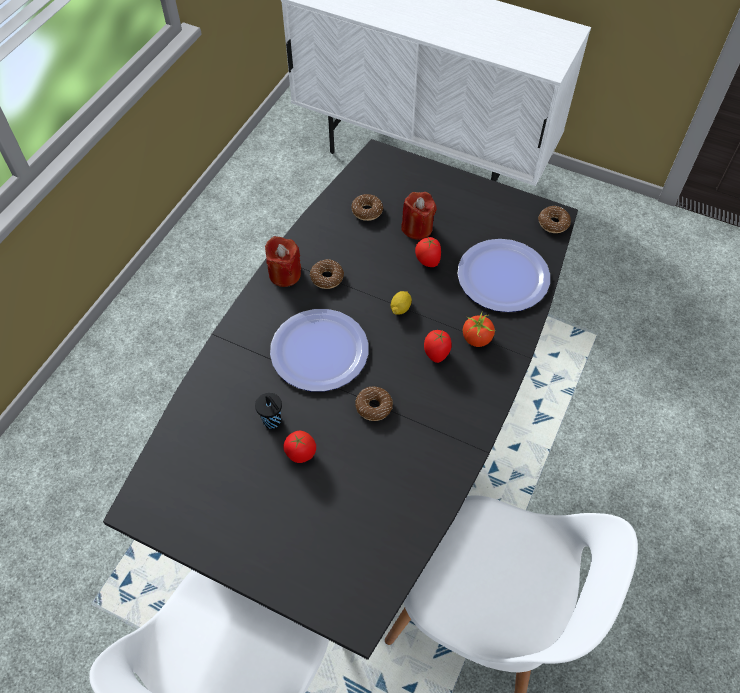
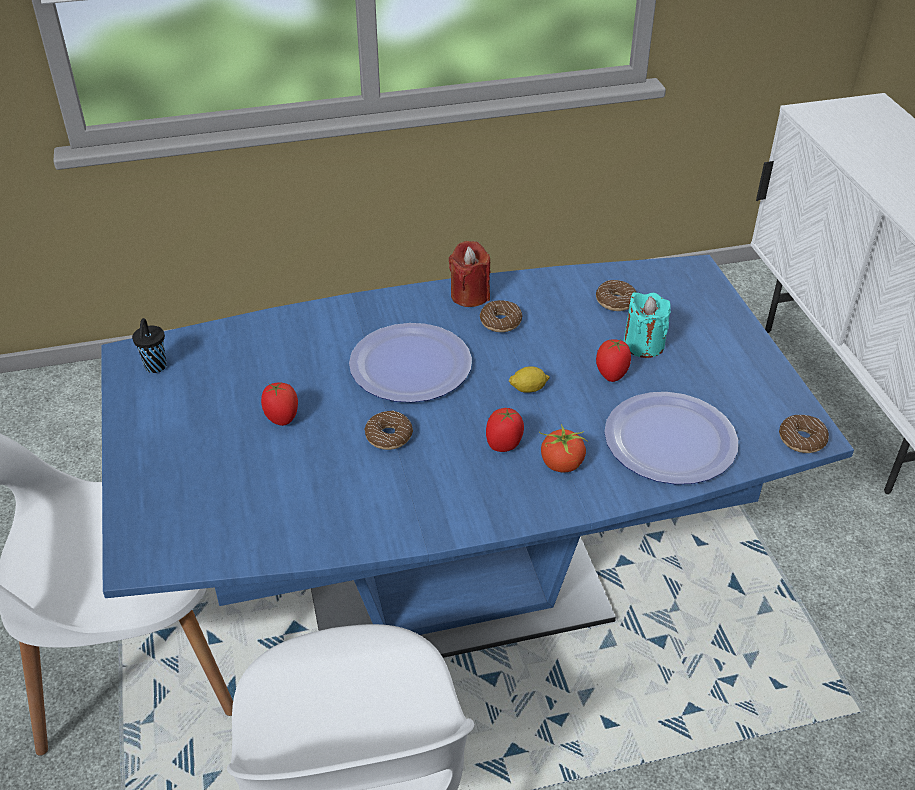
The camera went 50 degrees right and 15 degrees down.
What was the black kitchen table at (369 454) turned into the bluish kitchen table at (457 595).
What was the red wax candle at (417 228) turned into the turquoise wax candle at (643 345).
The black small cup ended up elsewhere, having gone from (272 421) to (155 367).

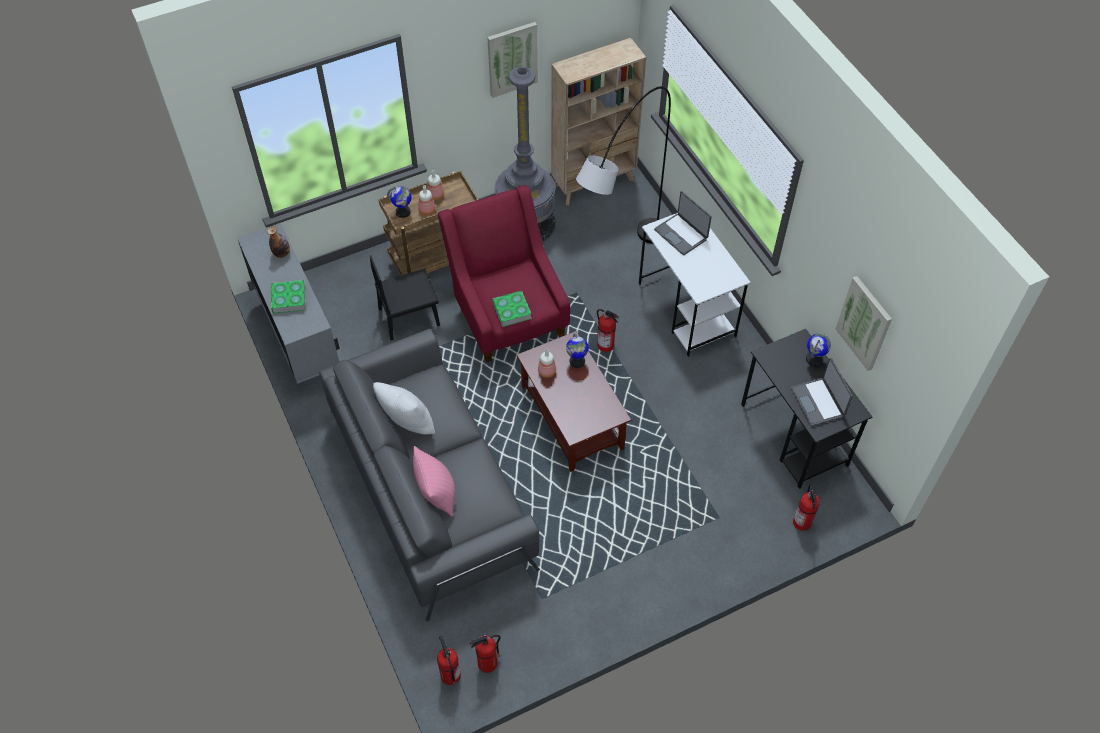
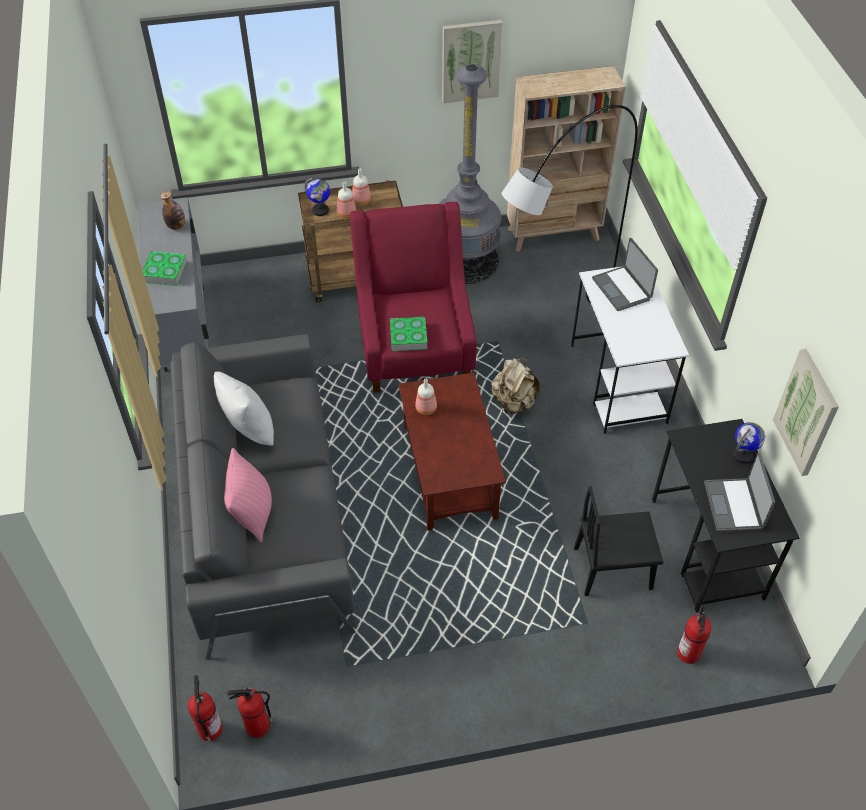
The camera went 15 degrees right and 5 degrees down.
The black chair ended up elsewhere, having gone from (409 317) to (613 568).
Where the fire-fighting cylinder stood at (606 345), the beige backpack came to stand at (513 403).
The second view lost the desk globe at (577 361).

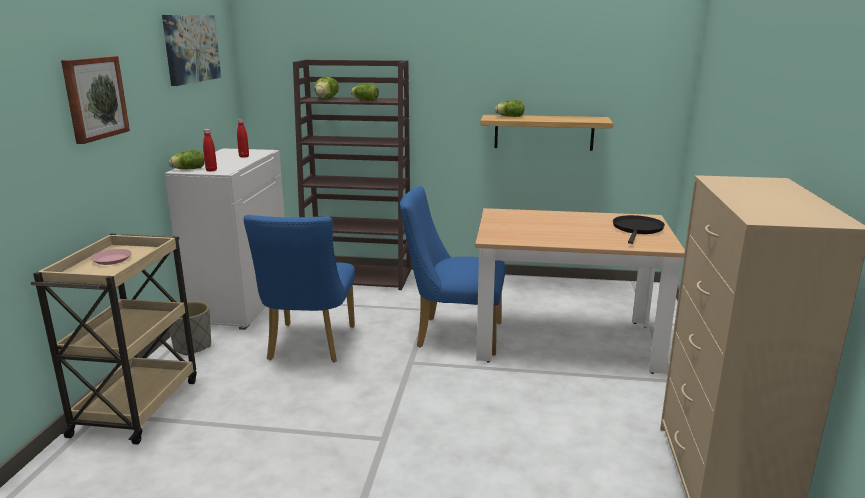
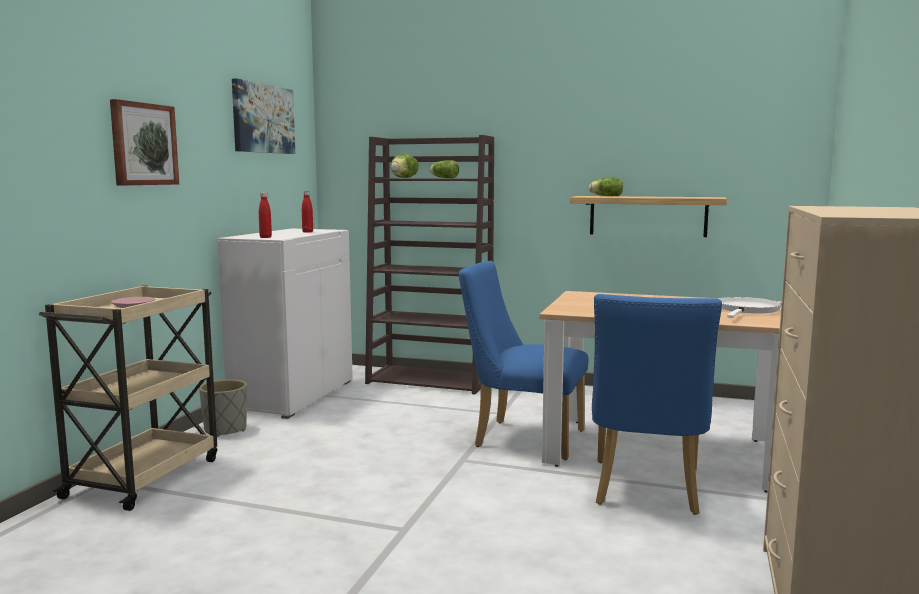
The camera went 10 degrees right and 10 degrees down.
The second view lost the head of lettuce at (187 169).
The bluish chair ended up elsewhere, having gone from (309 346) to (646 491).
What was the black frying pan at (637 229) turned into the white frying pan at (747 310).

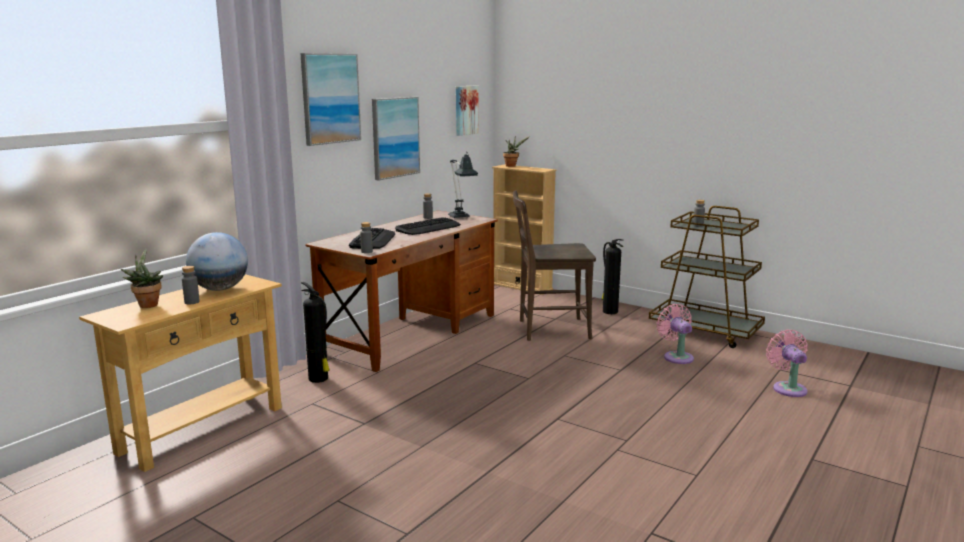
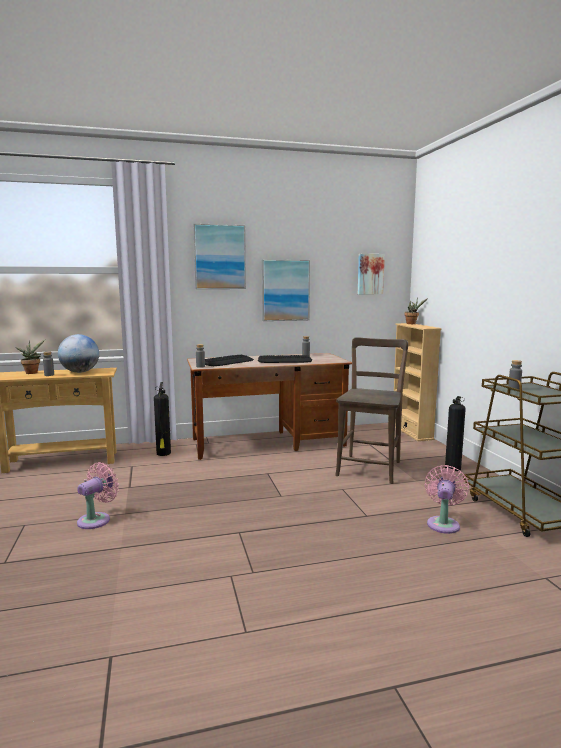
The camera went 40 degrees right and 5 degrees down.
The second view lost the table lamp at (460 217).
The brown chair at (549 329) ended up facing another way, 75 degrees clockwise from before.
The pinkish fan ended up elsewhere, having gone from (788 388) to (97 519).

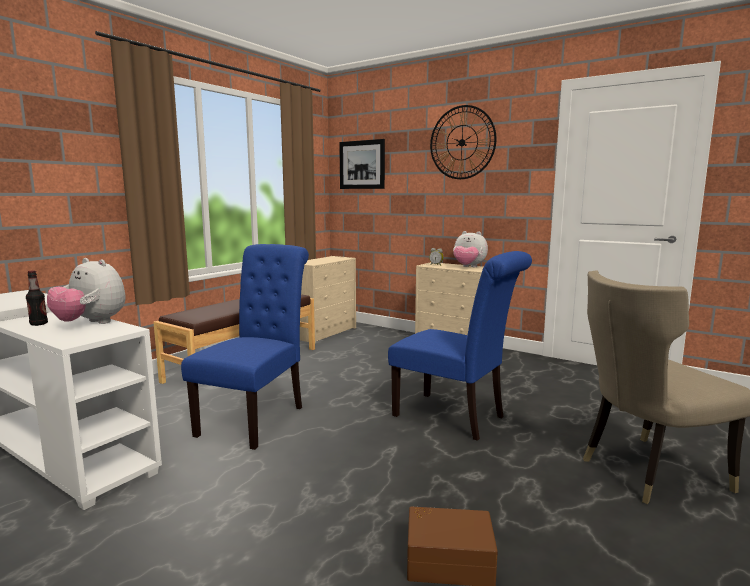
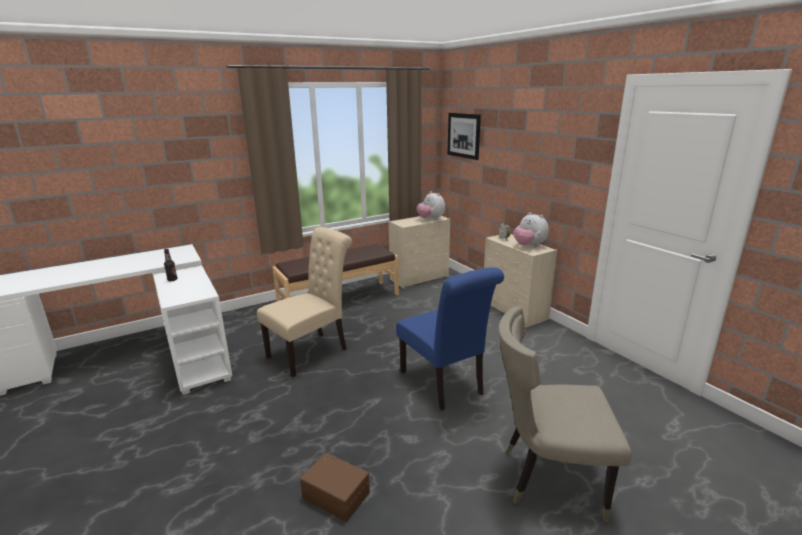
The camera went 25 degrees right and 10 degrees up.
The second view lost the wall clock at (462 142).
What was the bluish chair at (256 418) turned into the beige chair at (312 351).
The plush toy ended up elsewhere, having gone from (91 323) to (431 219).

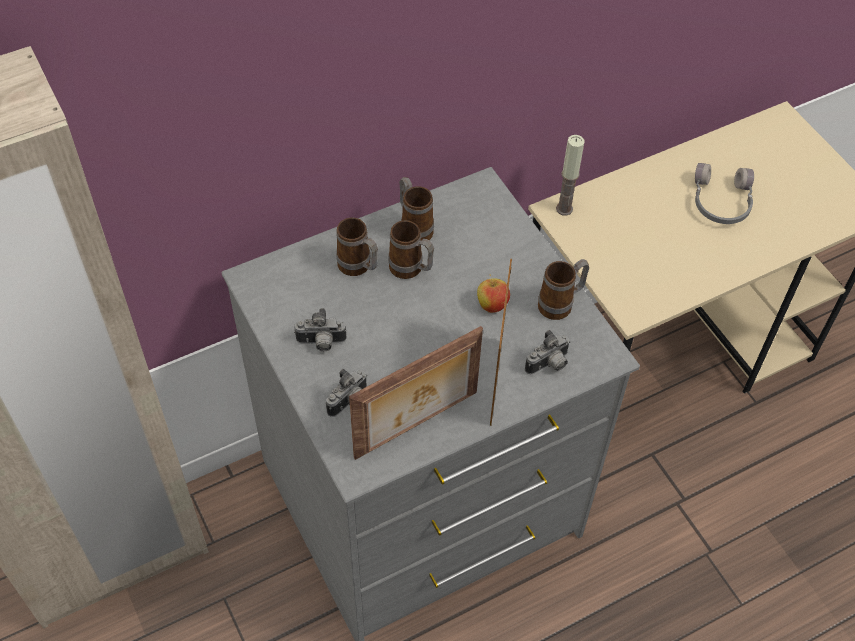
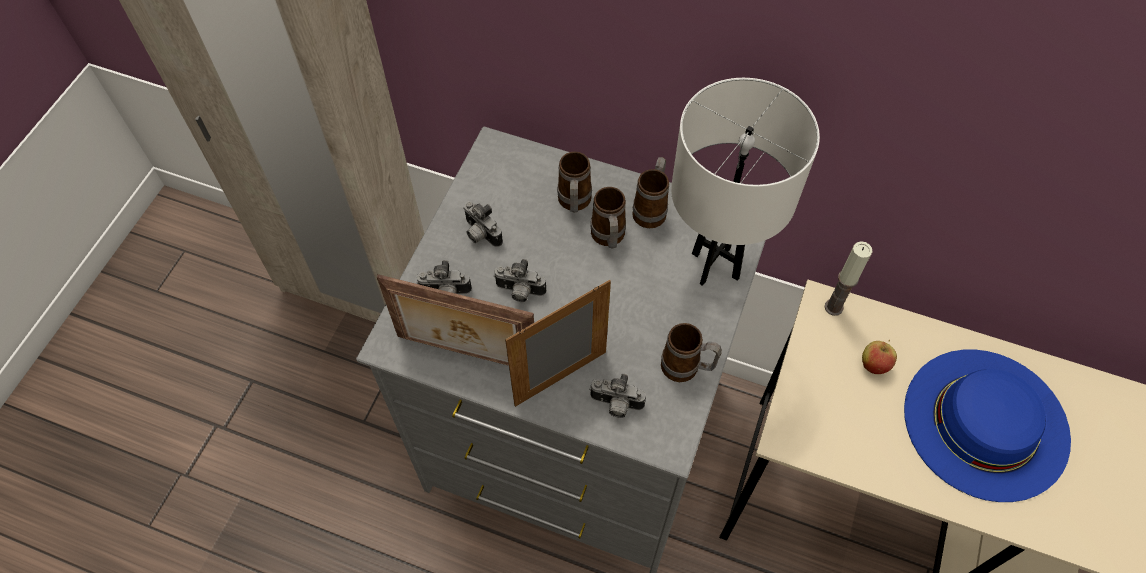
The camera went 50 degrees right and 5 degrees up.
Where the greyish pair of headphones stood at (720 202), the bluish wearable hat came to stand at (986 423).
The apple fruit ended up elsewhere, having gone from (492 305) to (874 365).
The second view gained the white table lamp at (715 265).
The second view gained the photo camera at (519 292).

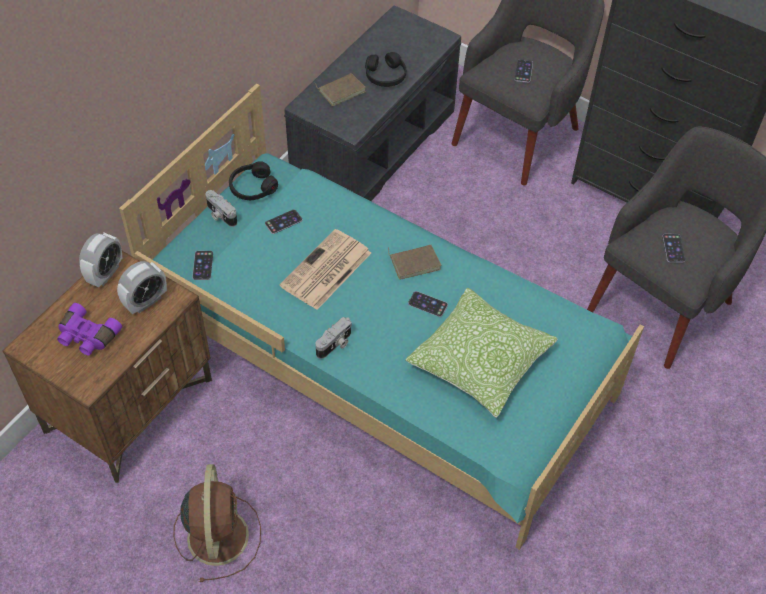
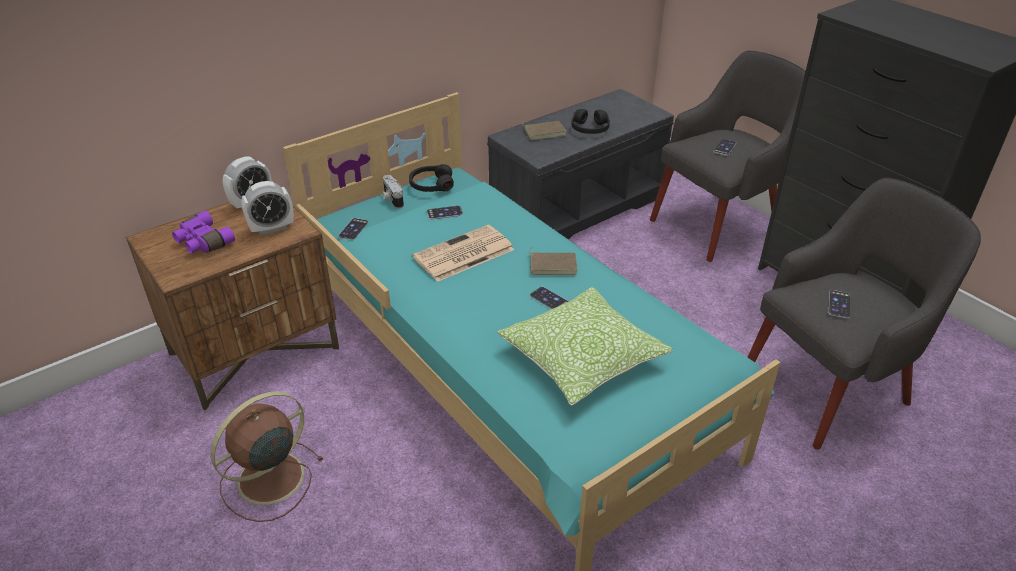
The camera went 20 degrees right and 15 degrees down.
The second view lost the photo camera at (335 344).
The brown fan at (218 534) ended up facing another way, 150 degrees counterclockwise from before.

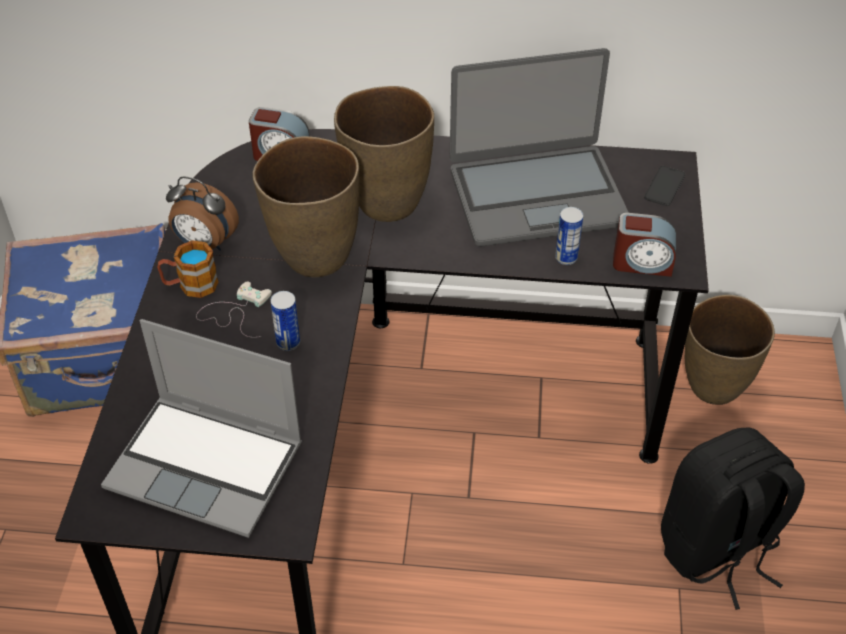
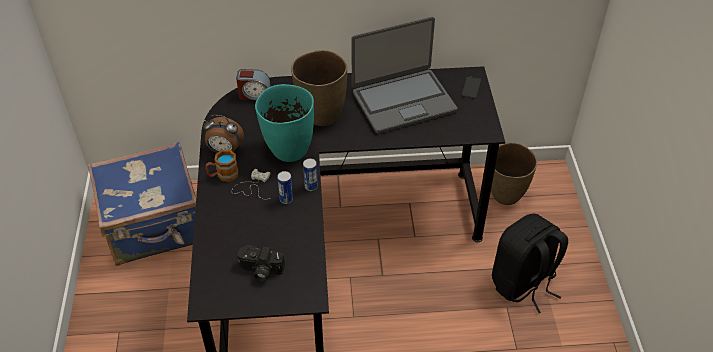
The camera went 10 degrees left and 0 degrees up.
What was the brown vase at (314 258) turned into the turquoise vase at (288 151).
The can ended up elsewhere, having gone from (566 258) to (311 186).
The second view lost the bedside clock at (642 262).
Where the laptop stood at (208 465), the photo camera came to stand at (260 270).

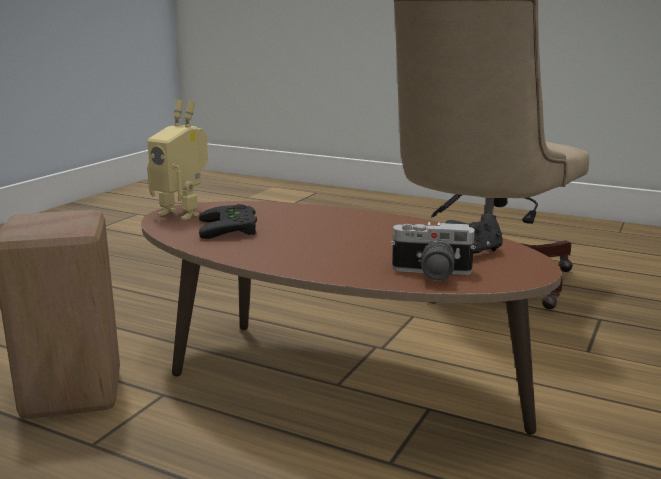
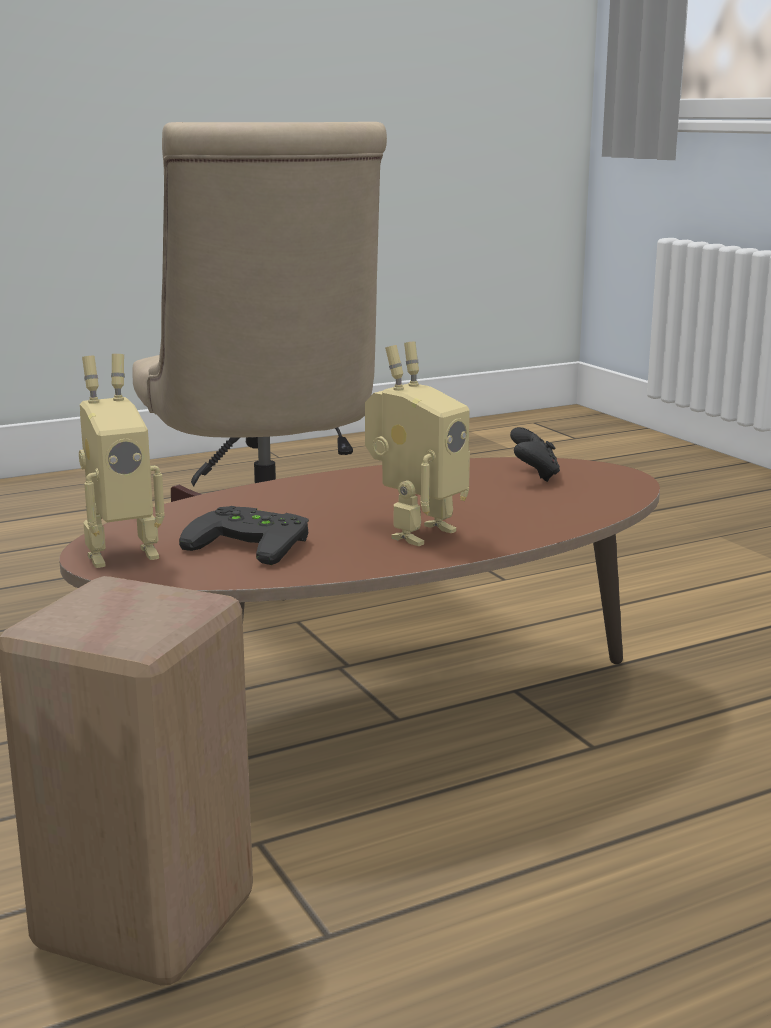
The camera went 55 degrees left and 0 degrees up.
The second view lost the photo camera at (431 274).
The second view gained the robot figure at (414 532).

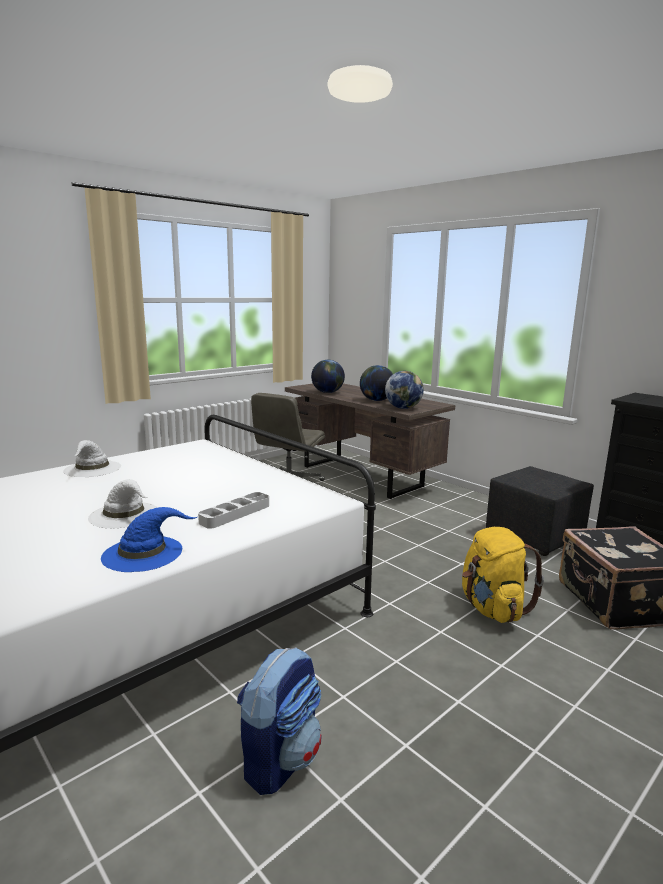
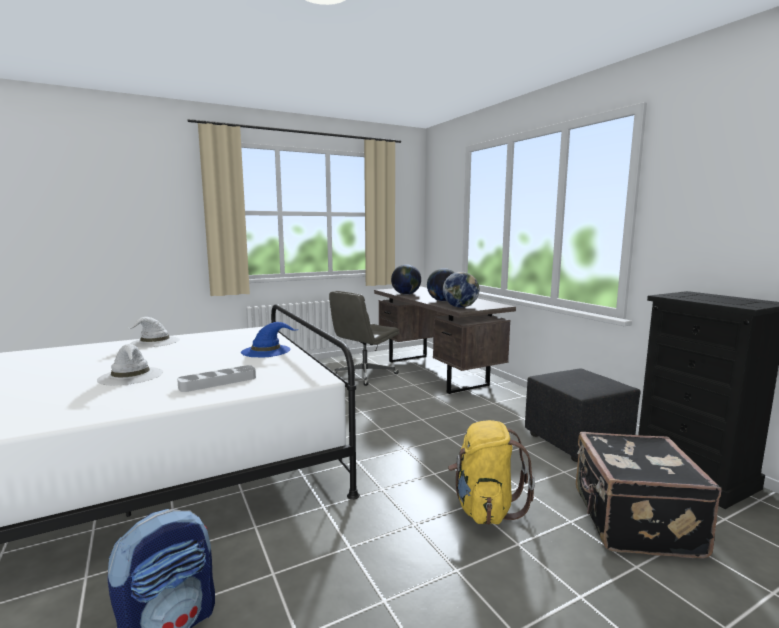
The camera went 15 degrees right and 5 degrees down.
The bluish wearable hat ended up elsewhere, having gone from (144 553) to (267 351).

